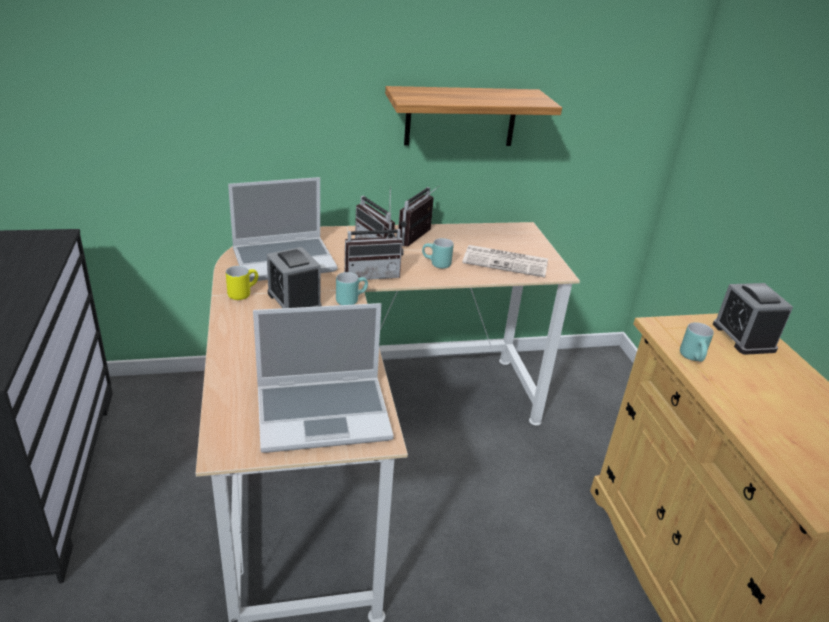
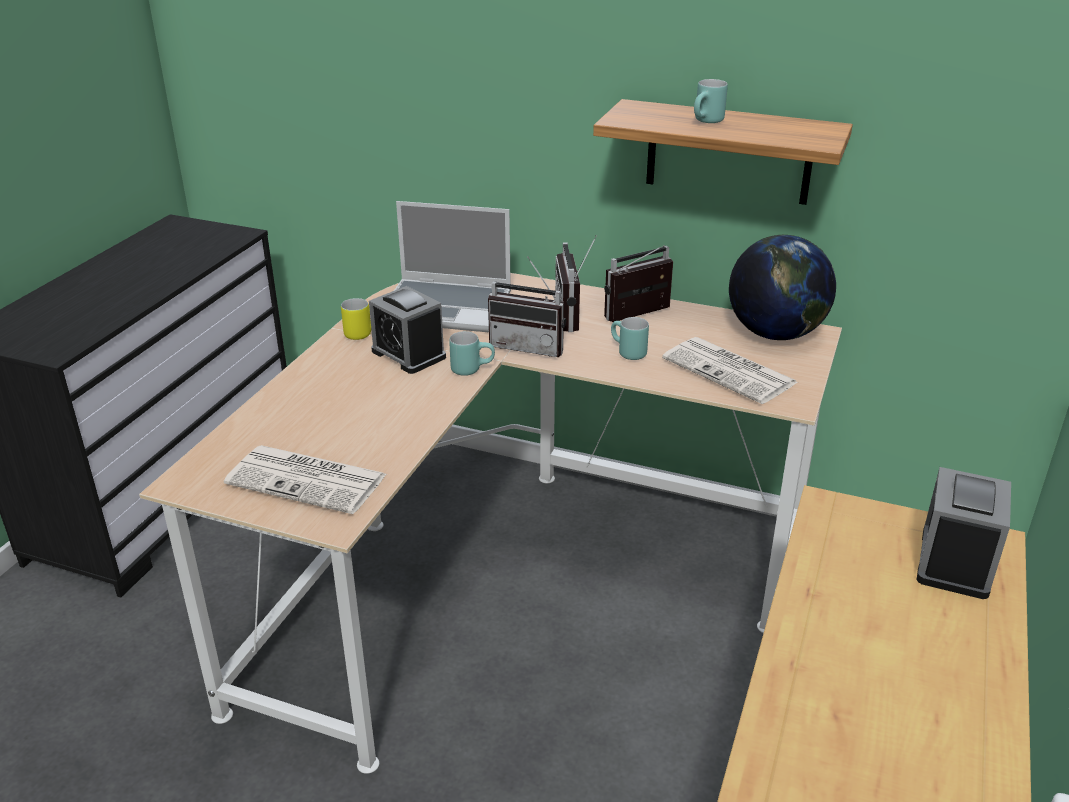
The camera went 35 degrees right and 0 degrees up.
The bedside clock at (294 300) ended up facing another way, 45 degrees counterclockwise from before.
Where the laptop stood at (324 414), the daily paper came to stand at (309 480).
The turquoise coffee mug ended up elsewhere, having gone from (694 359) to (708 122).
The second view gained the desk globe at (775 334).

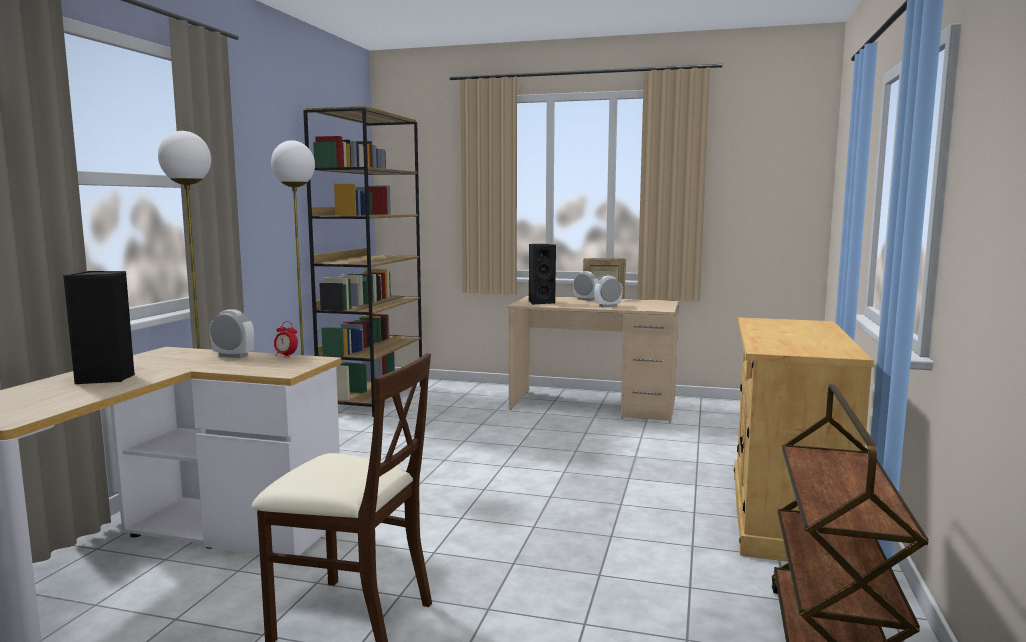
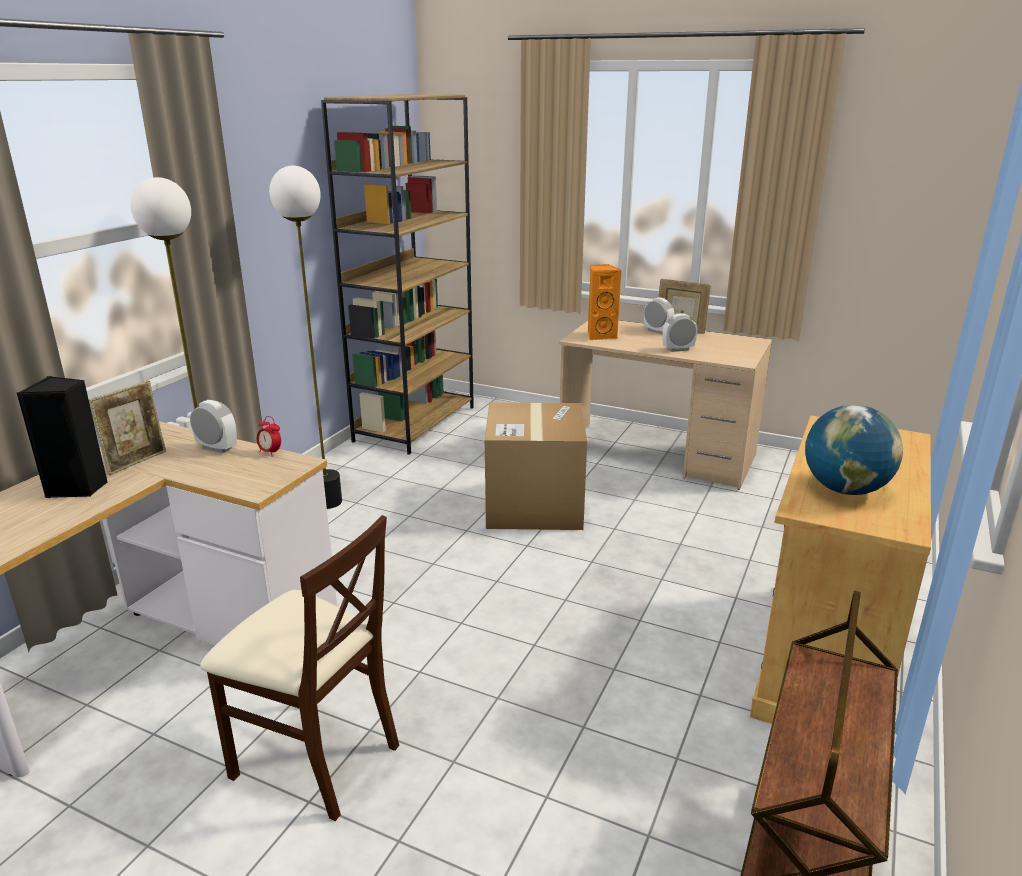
The camera went 10 degrees right and 15 degrees up.
What was the black audio speaker at (540 302) turned into the orange-coloured audio speaker at (600 336).
The second view gained the photo frame at (136 462).
The second view gained the carton at (534 505).
The second view gained the desk globe at (845 489).

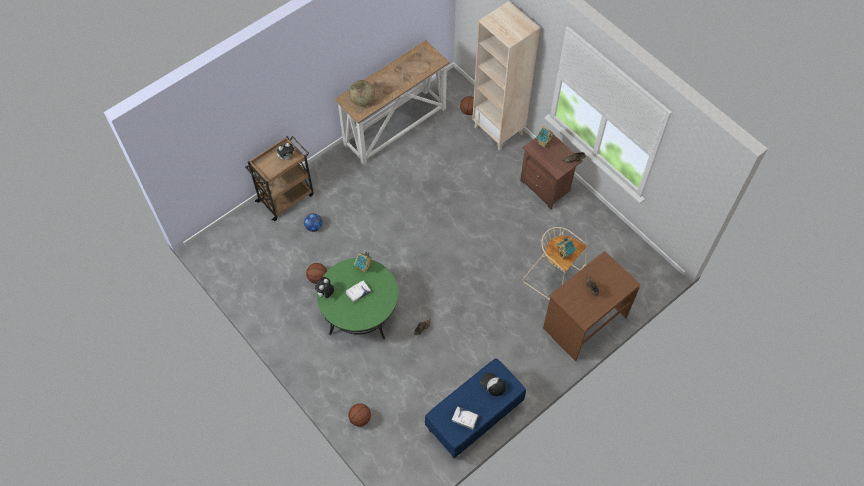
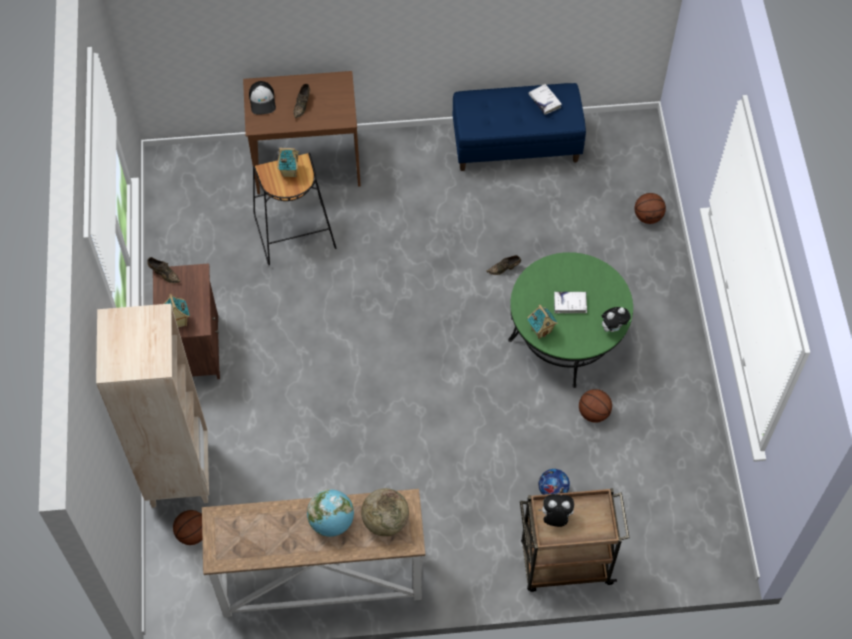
The camera went 145 degrees left and 0 degrees up.
What was the beige stool at (555 277) turned into the black stool at (293 231).
The cap ended up elsewhere, having gone from (492 384) to (262 100).
The second view gained the desk globe at (332 522).

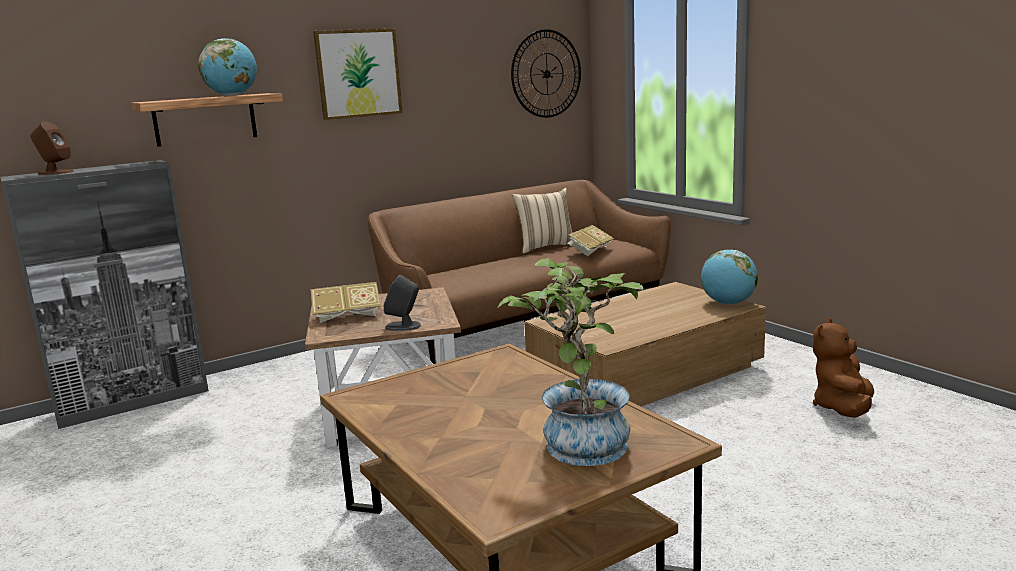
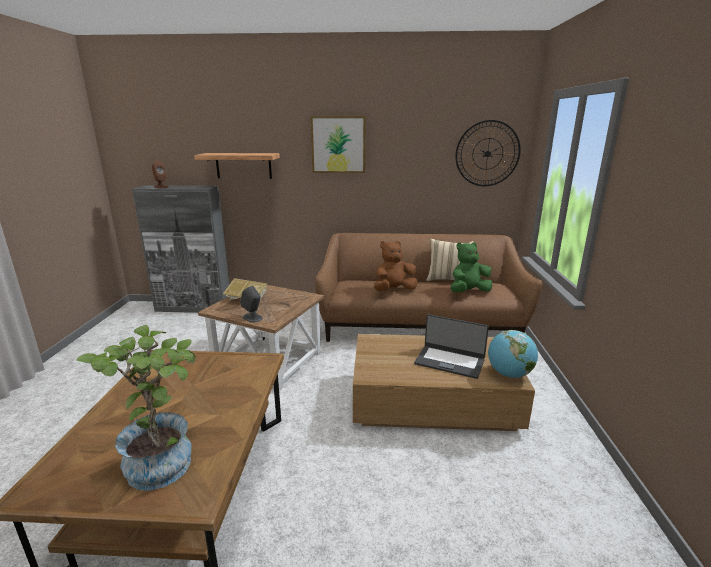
The camera went 35 degrees right and 5 degrees up.
The second view lost the desk globe at (232 95).
Where the bound book stood at (590 251), the green plush toy came to stand at (468 292).
The brown plush toy ended up elsewhere, having gone from (842 408) to (394 290).
The second view gained the laptop at (449 361).

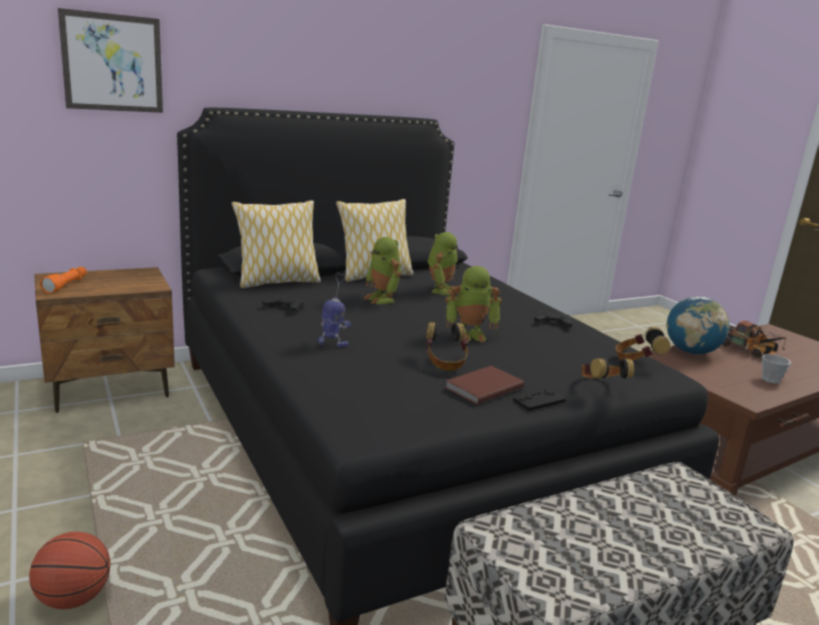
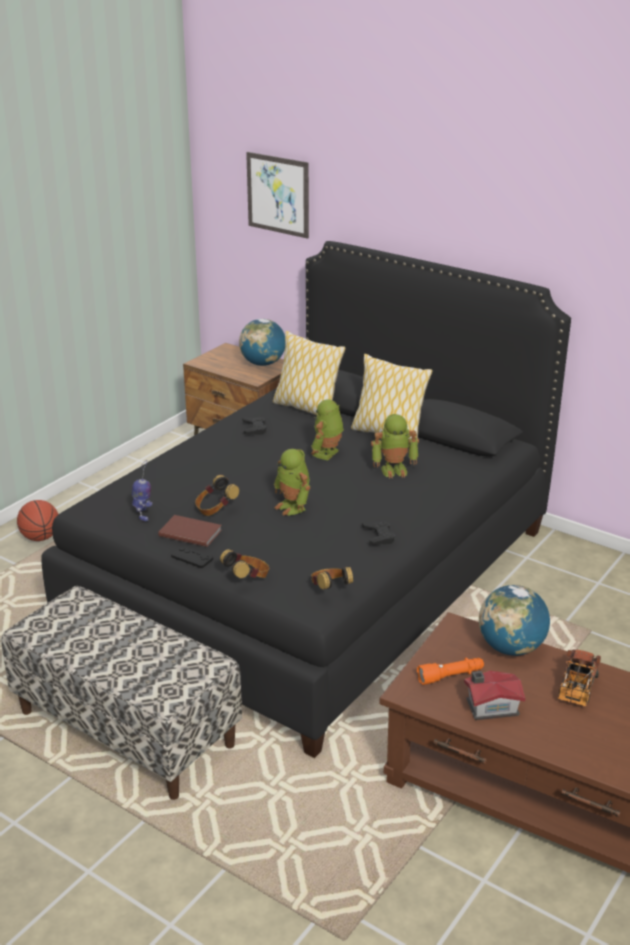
The camera went 65 degrees right and 10 degrees up.
The orange-coloured hand torch ended up elsewhere, having gone from (67 285) to (450 676).
The robot figure ended up elsewhere, having gone from (333 344) to (143 514).
Where the small cup stood at (770 380), the model house came to stand at (490 706).
The second view gained the desk globe at (263 363).

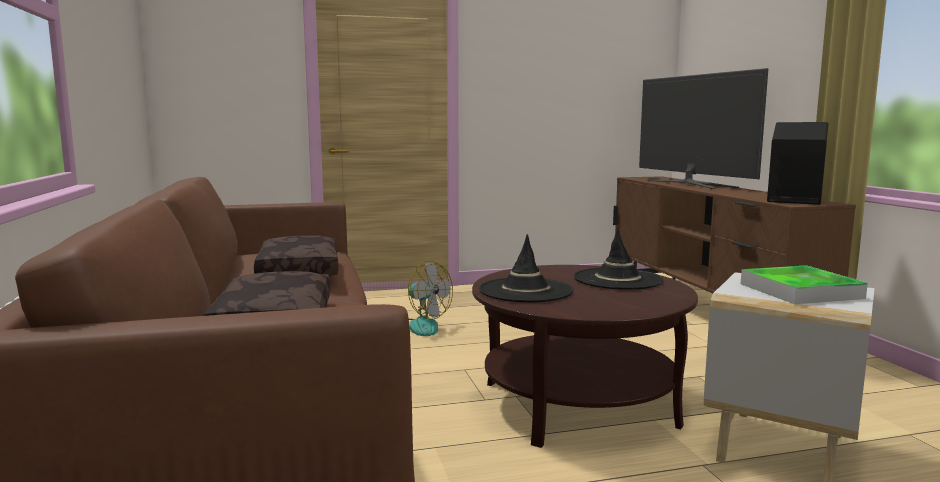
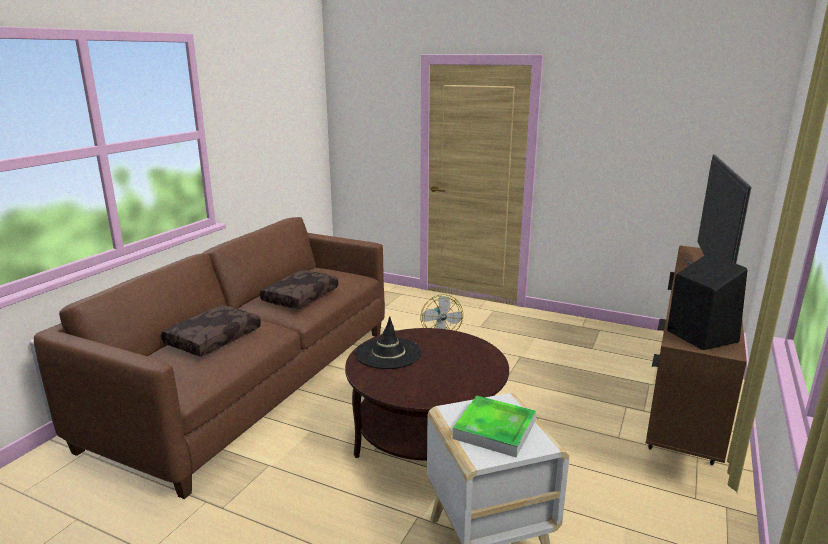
The camera went 40 degrees right and 10 degrees up.
The second view lost the black wearable hat at (618 279).

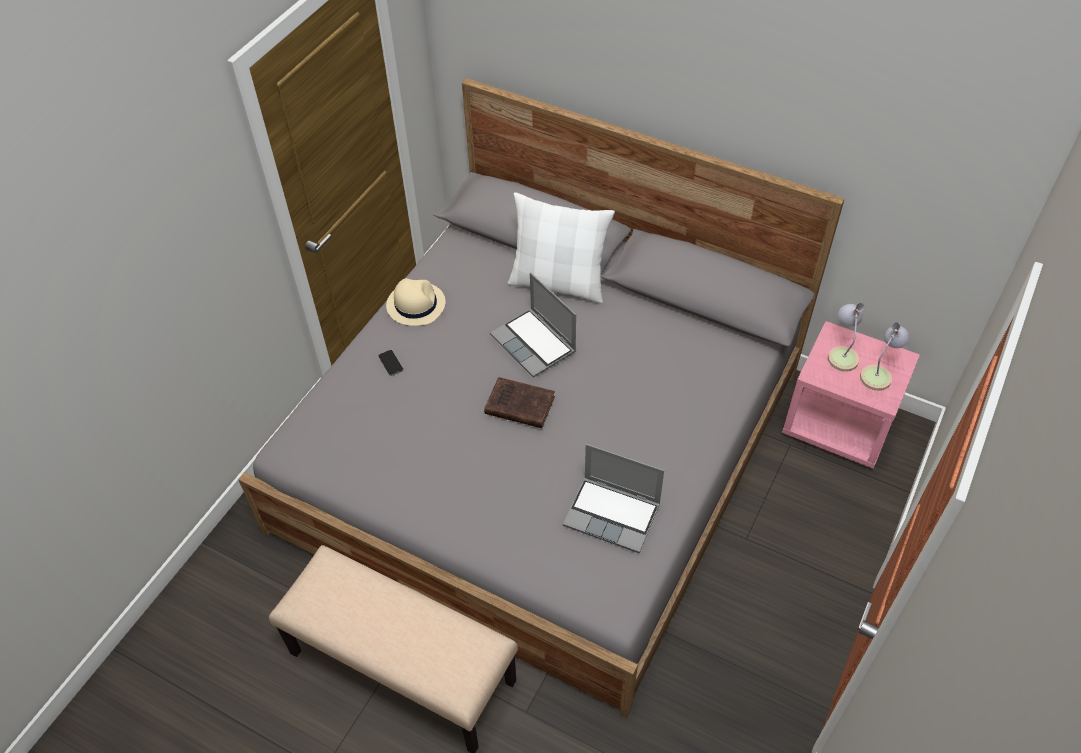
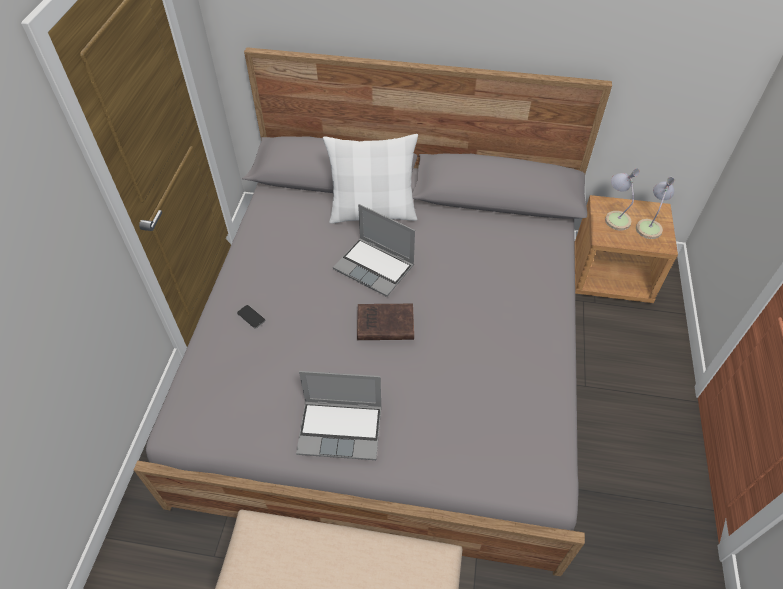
The camera went 20 degrees left and 0 degrees up.
The second view lost the beige wearable hat at (415 304).
What was the pinkish bedside table at (839 424) turned into the brown bedside table at (611 276).
The laptop ended up elsewhere, having gone from (613 515) to (341 429).

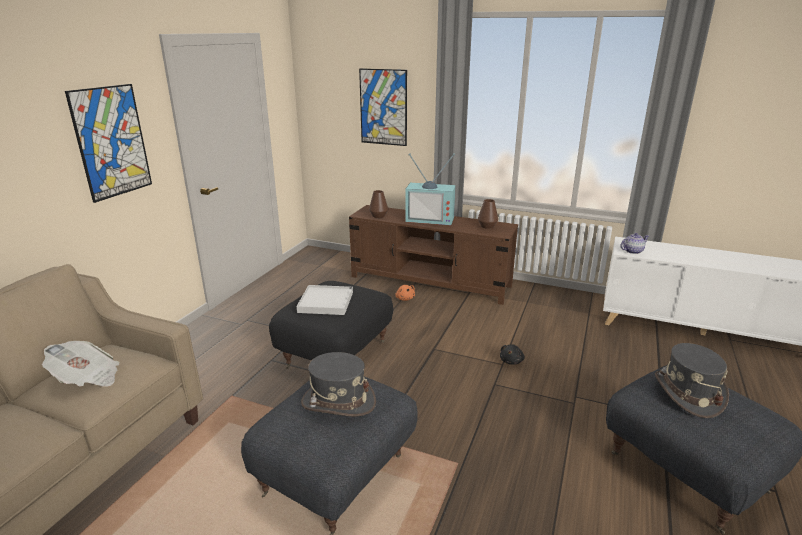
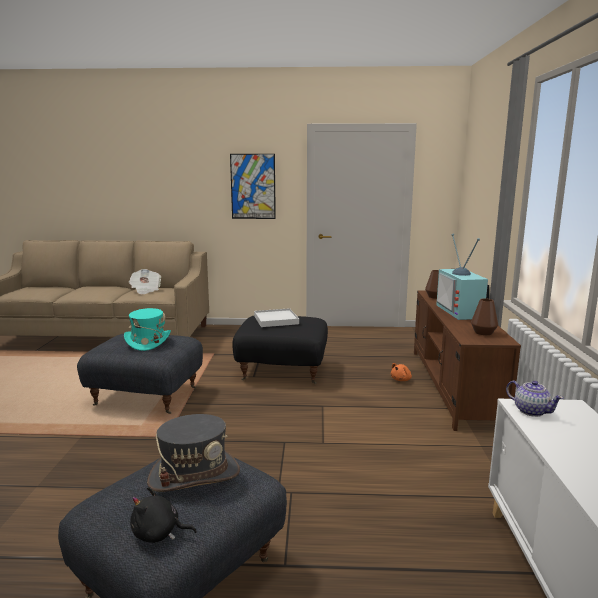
The camera went 70 degrees right and 10 degrees down.
The second view lost the picture at (383 107).
The black plush toy ended up elsewhere, having gone from (511 361) to (159 533).
What was the greyish wearable hat at (338 402) turned into the turquoise wearable hat at (148 342).

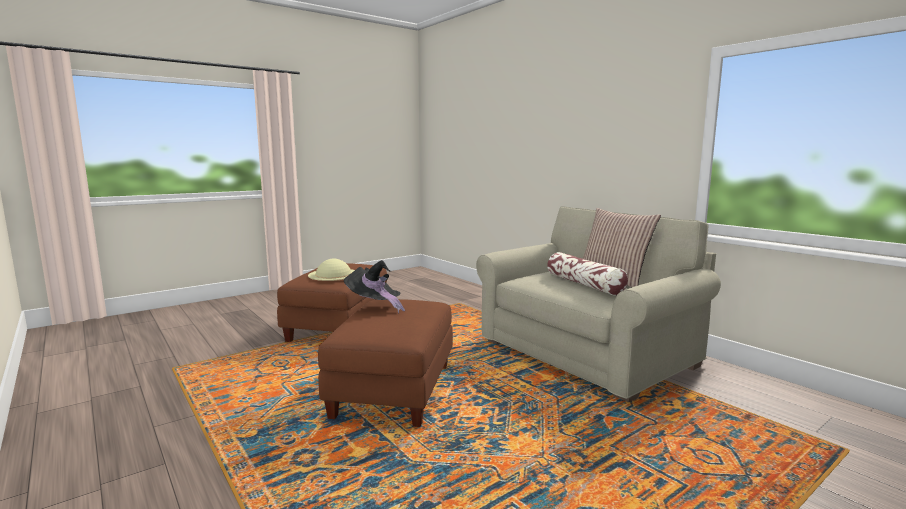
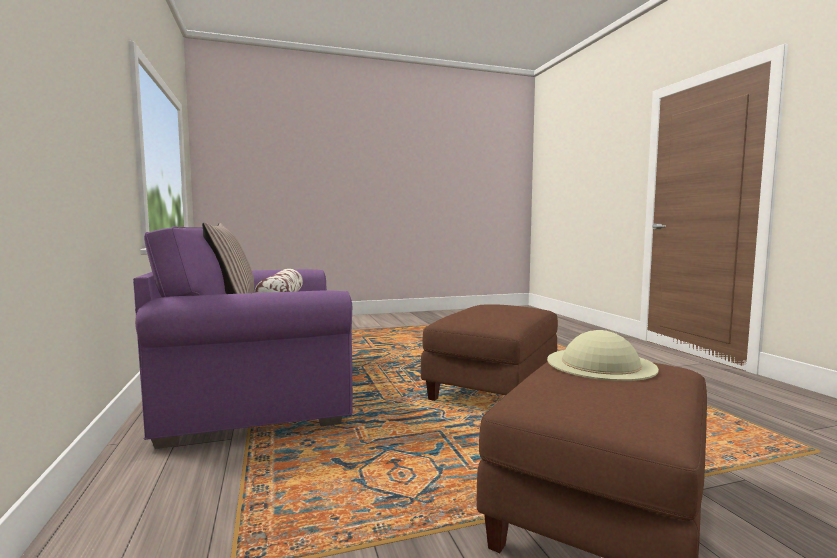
The camera went 160 degrees left and 5 degrees down.
What was the beige sofa at (587 354) turned into the purple-coloured sofa at (259 392).
The second view lost the black wearable hat at (374 306).

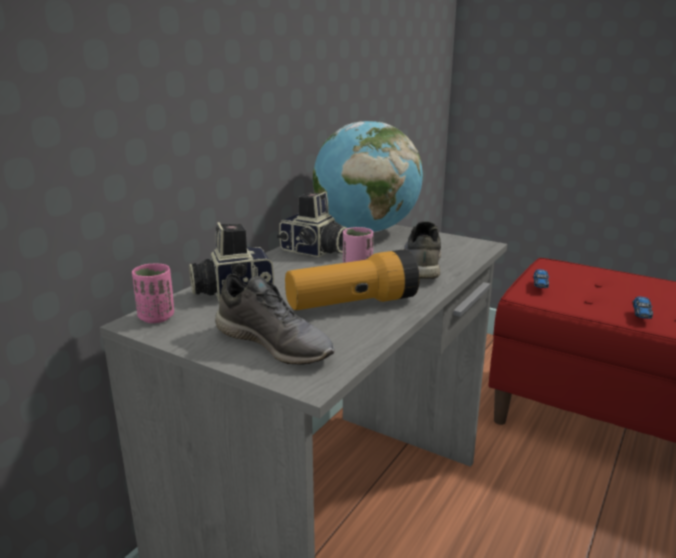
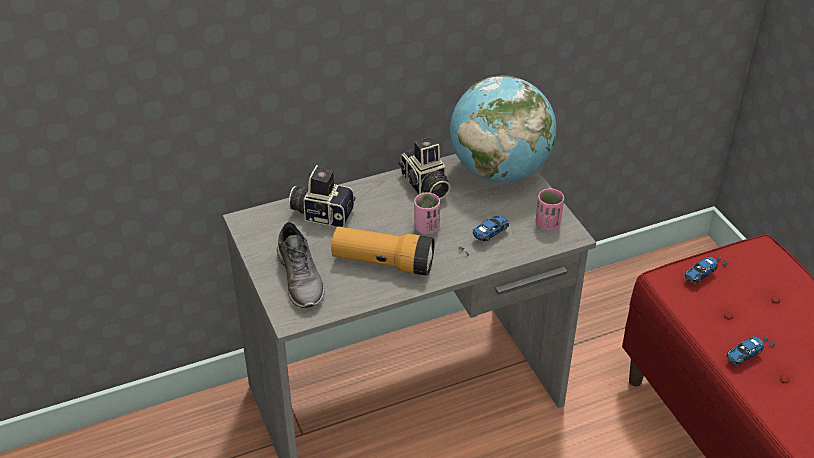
The camera went 35 degrees right and 20 degrees up.
Where the greyish item of footwear stood at (420 265), the miniature car came to stand at (483 240).
The pinkish small cup ended up elsewhere, having gone from (156 317) to (547 224).

